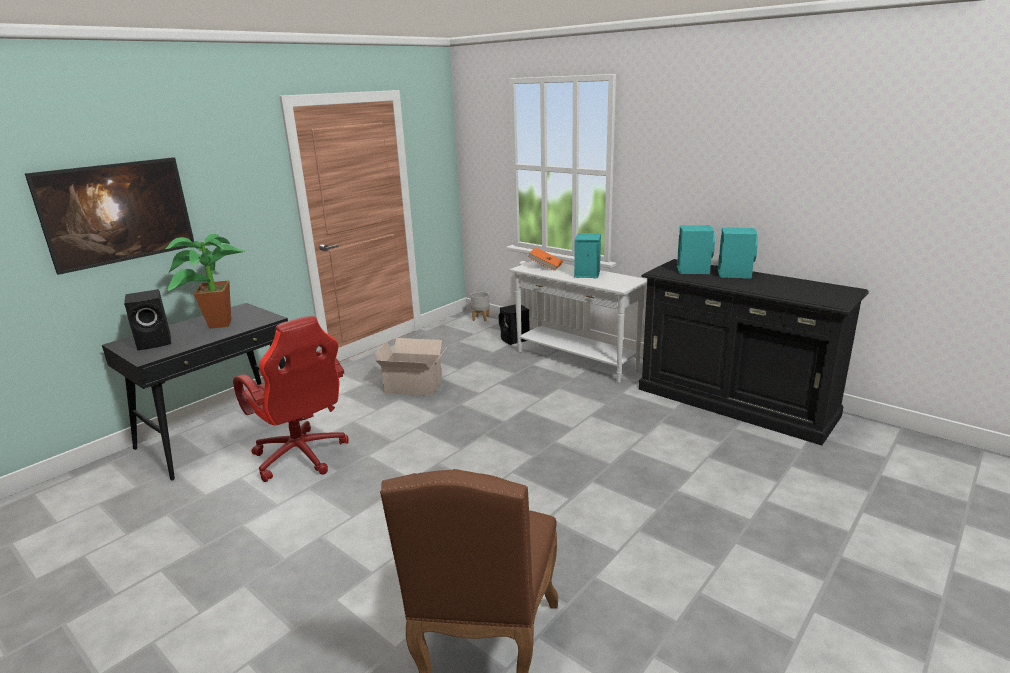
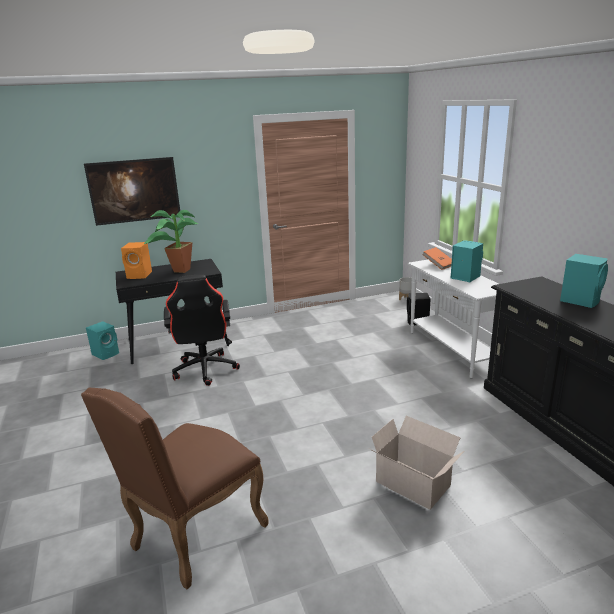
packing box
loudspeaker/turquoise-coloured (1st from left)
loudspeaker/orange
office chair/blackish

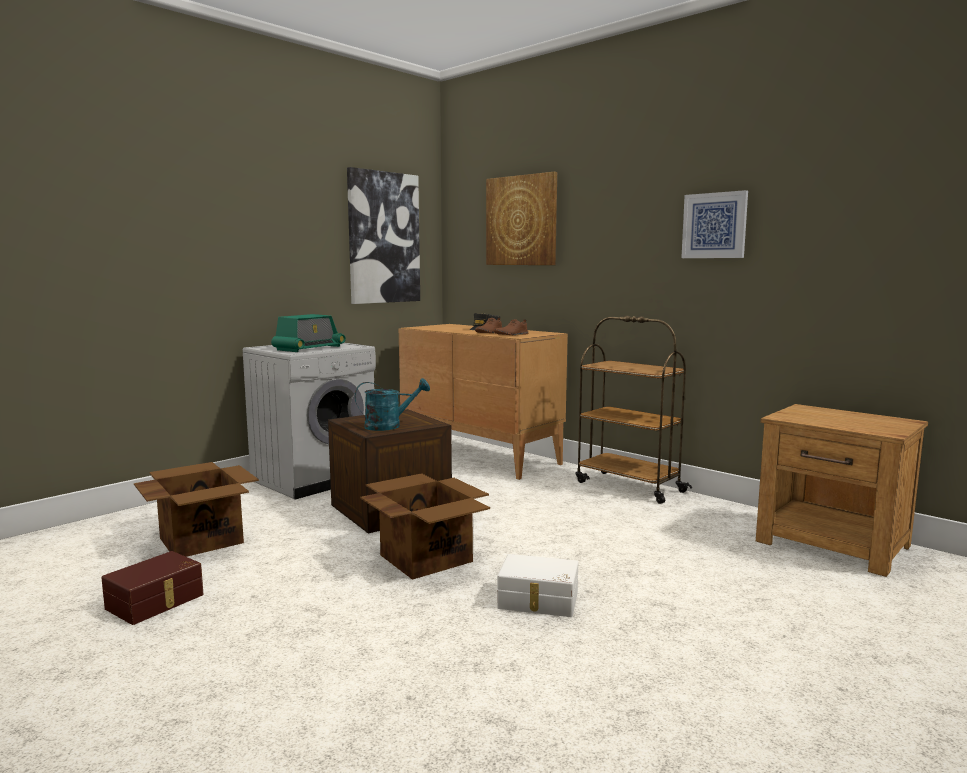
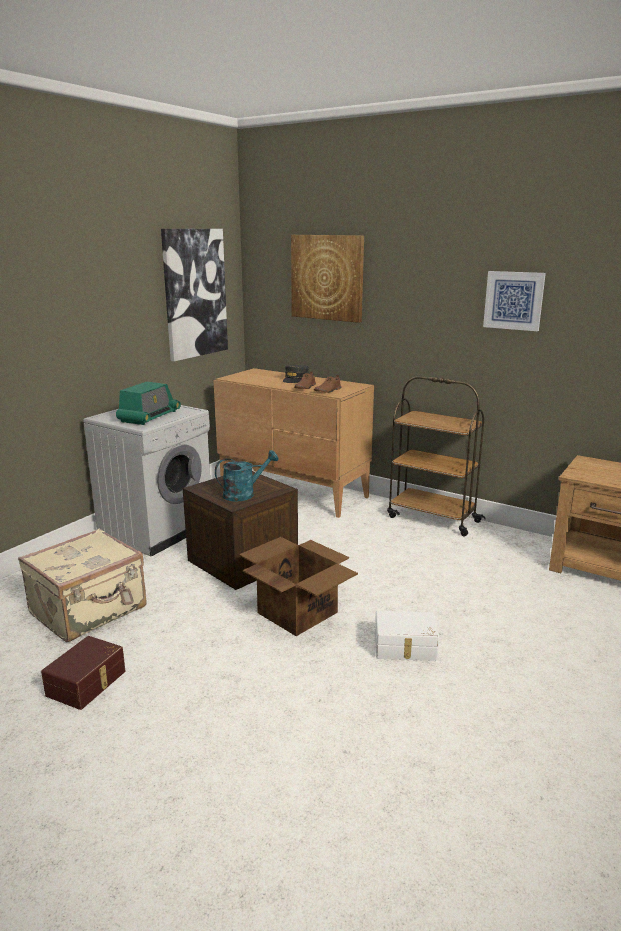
suitcase/beige-coloured

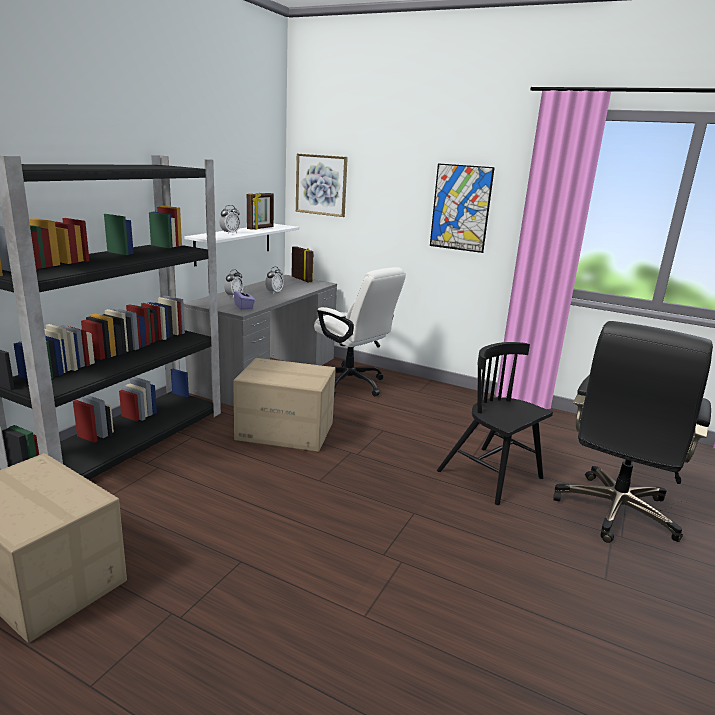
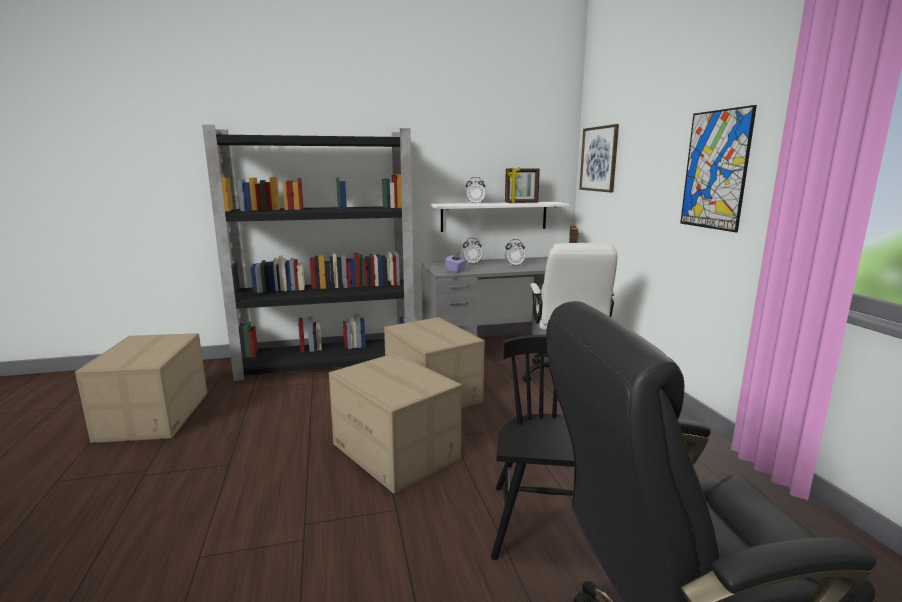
packing box (2nd from left)

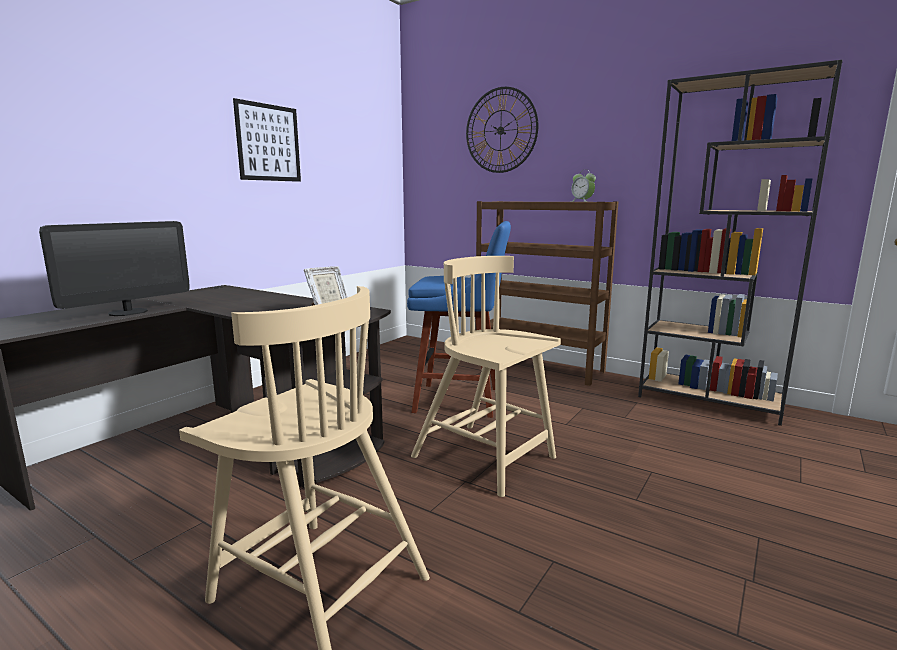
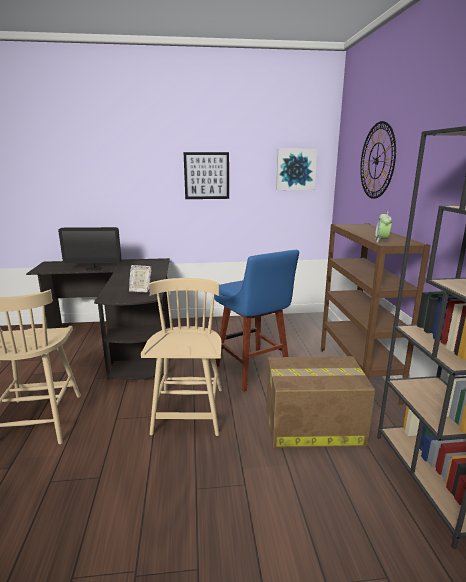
packing box
picture (2nd from left)

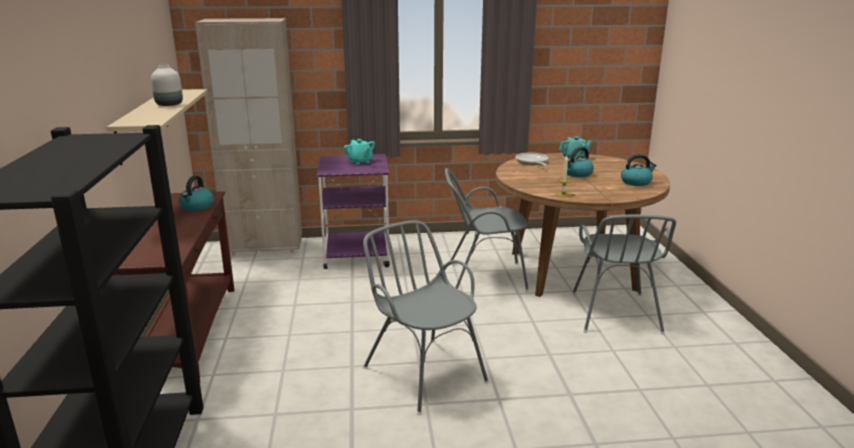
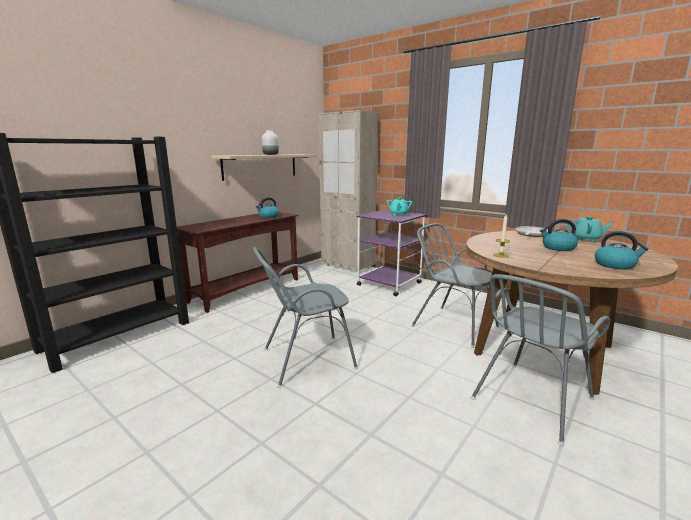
chair/grey (1st from left)

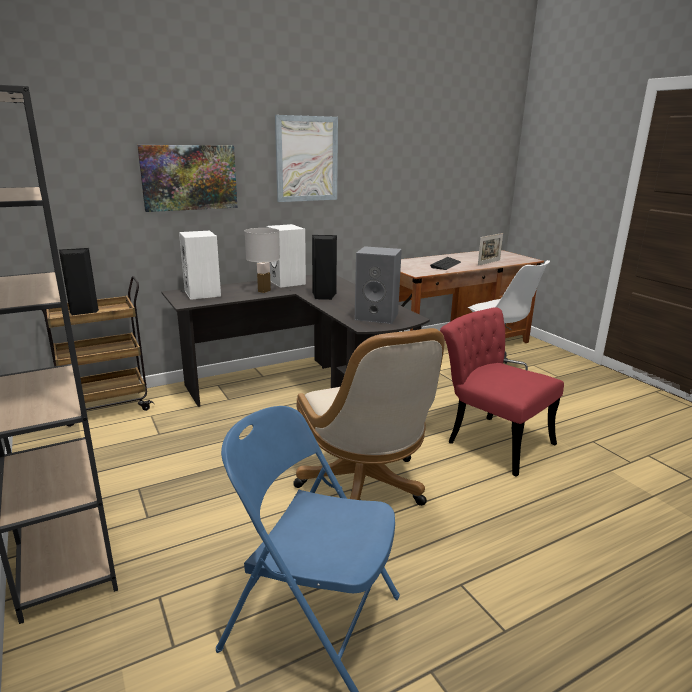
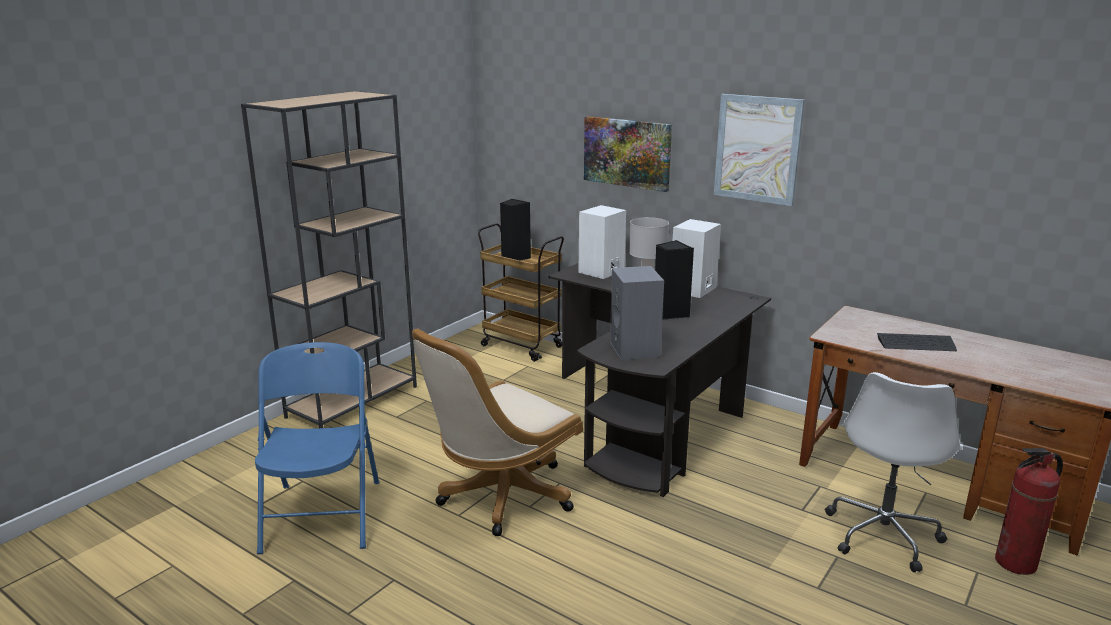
chair/red
photo frame
fire extinguisher

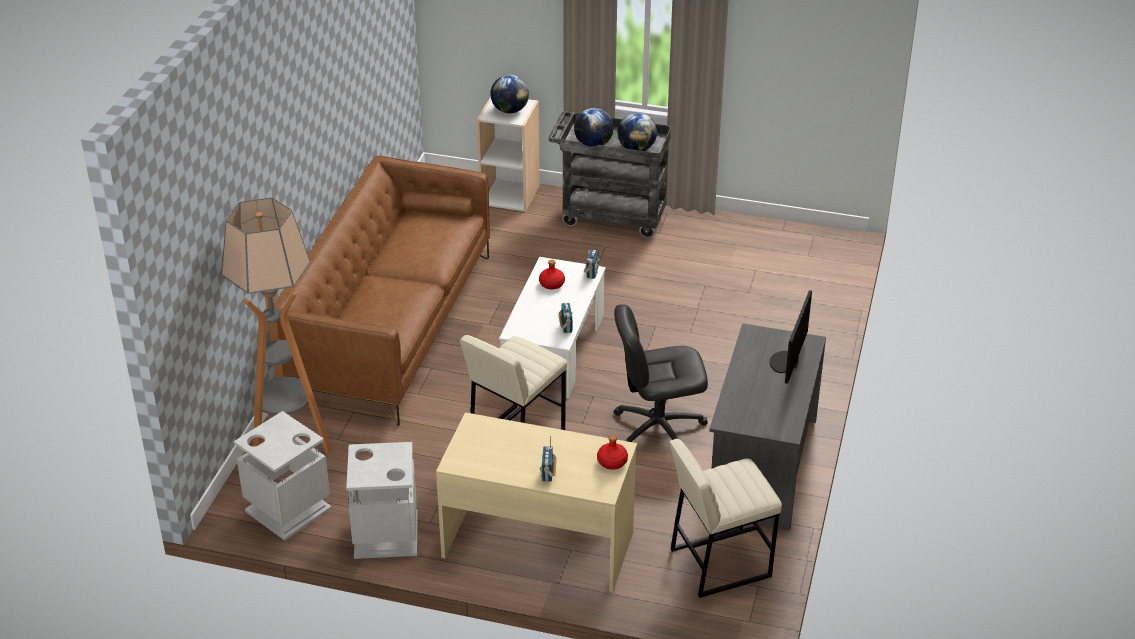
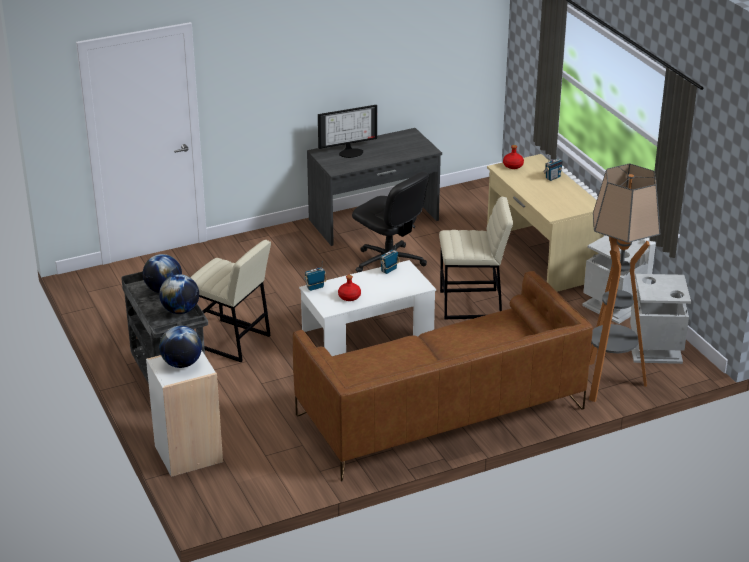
chair/beige-coloured (1st from left)

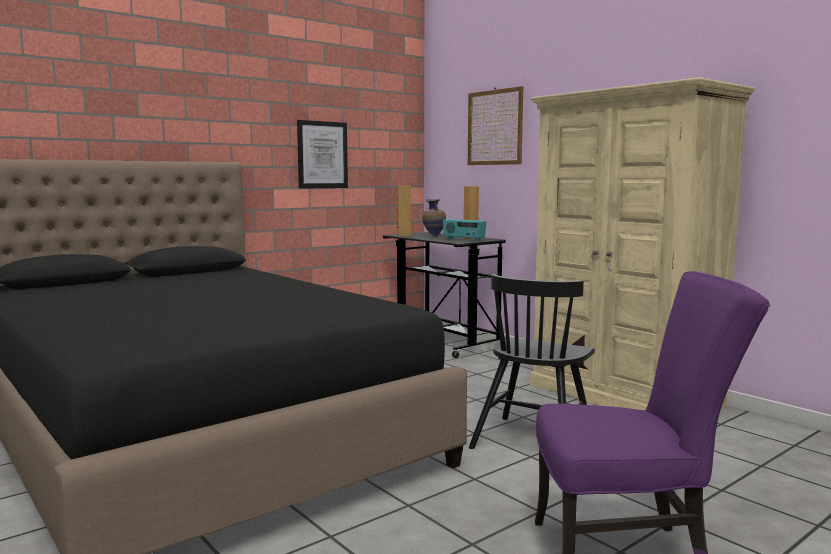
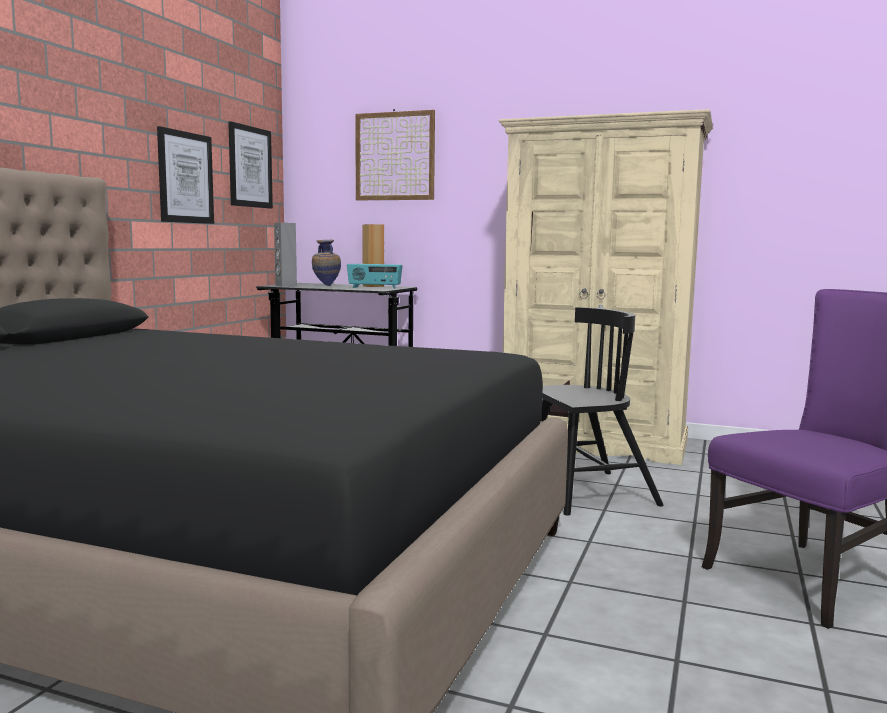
picture (2nd from left)
loudspeaker/grey
chair/blackish

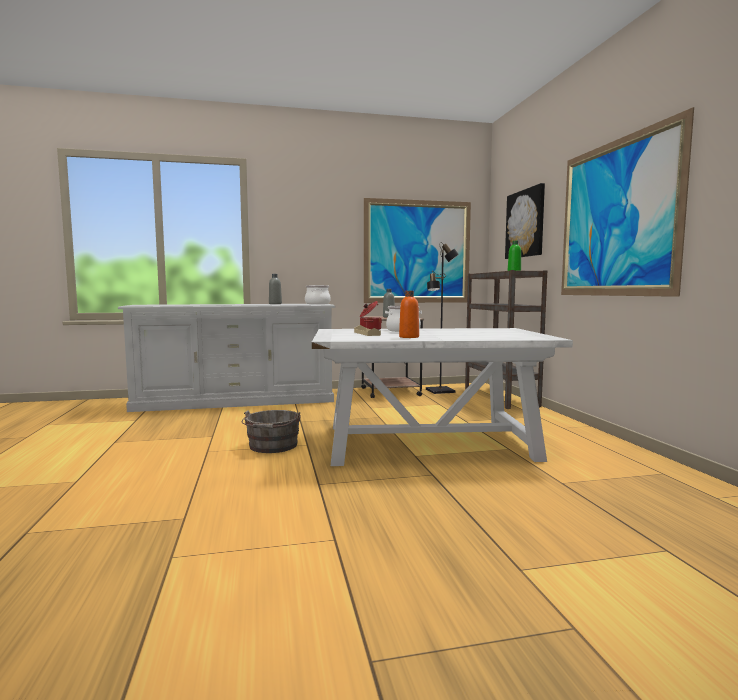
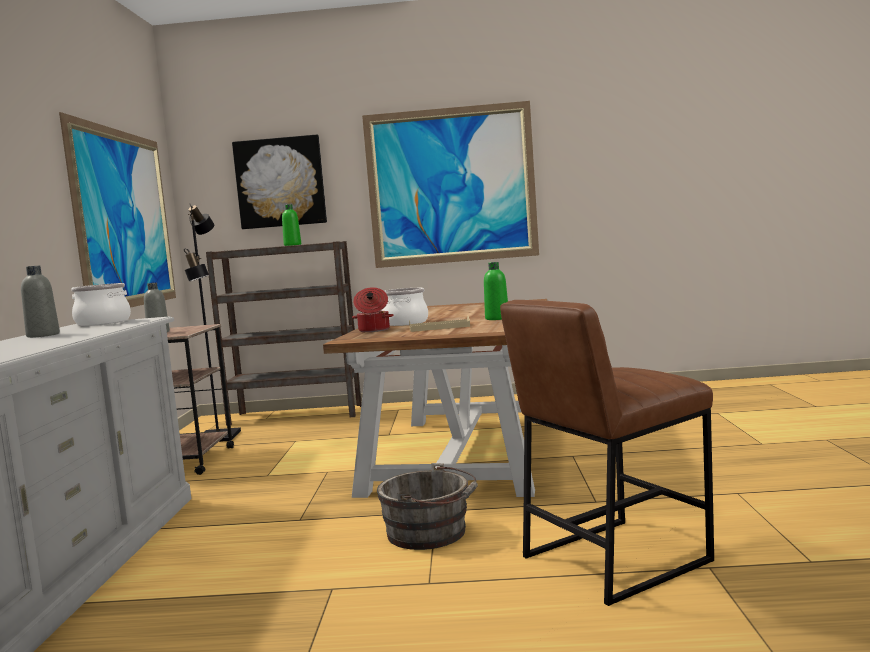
chair/brown-coloured
kitchen table/brown-coloured
drink bottle/green (2nd from left)

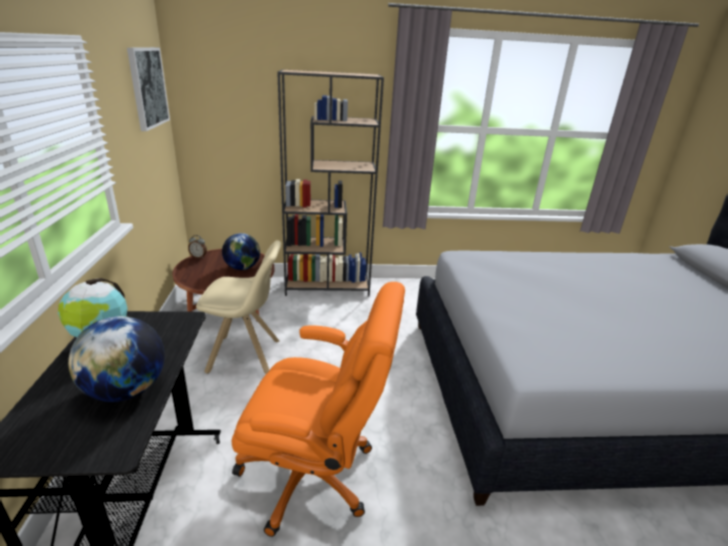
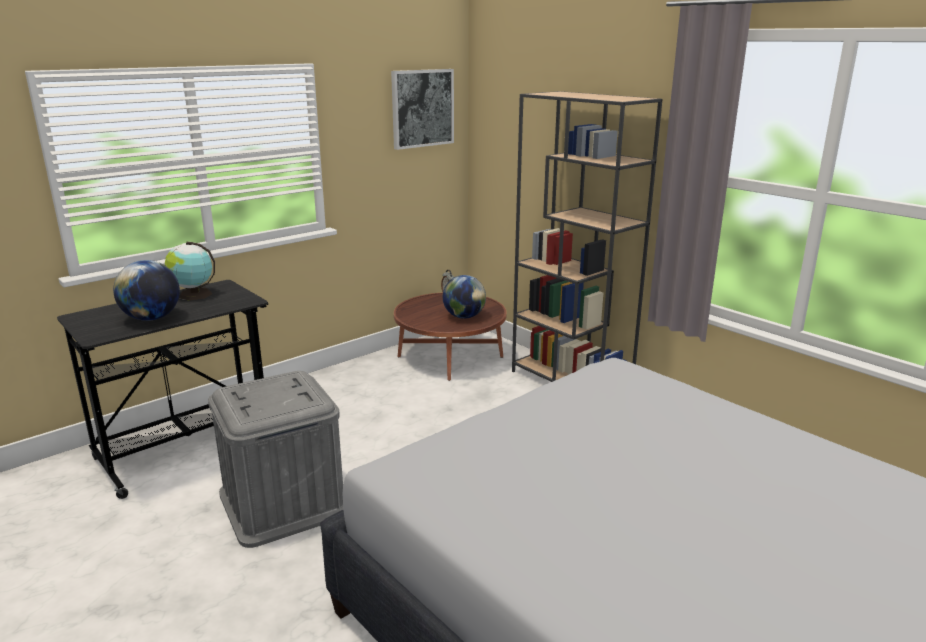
chair/beige-coloured
storage bin/grey

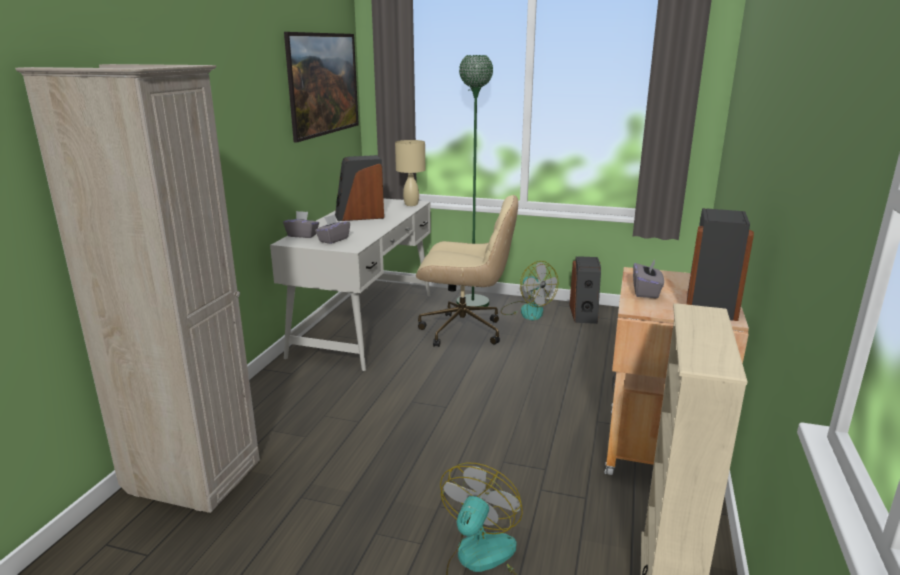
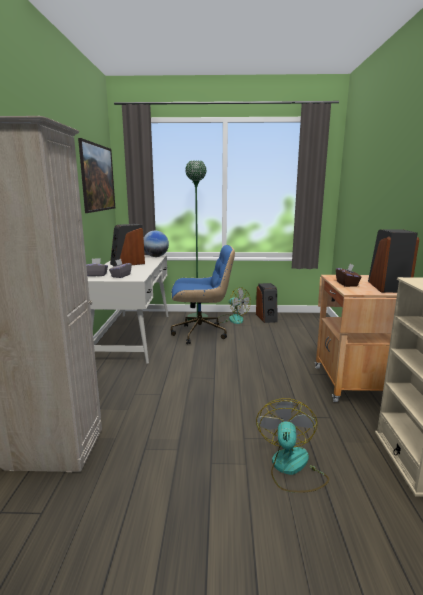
desk globe
office chair/bluish
tissue box/brown-coloured

